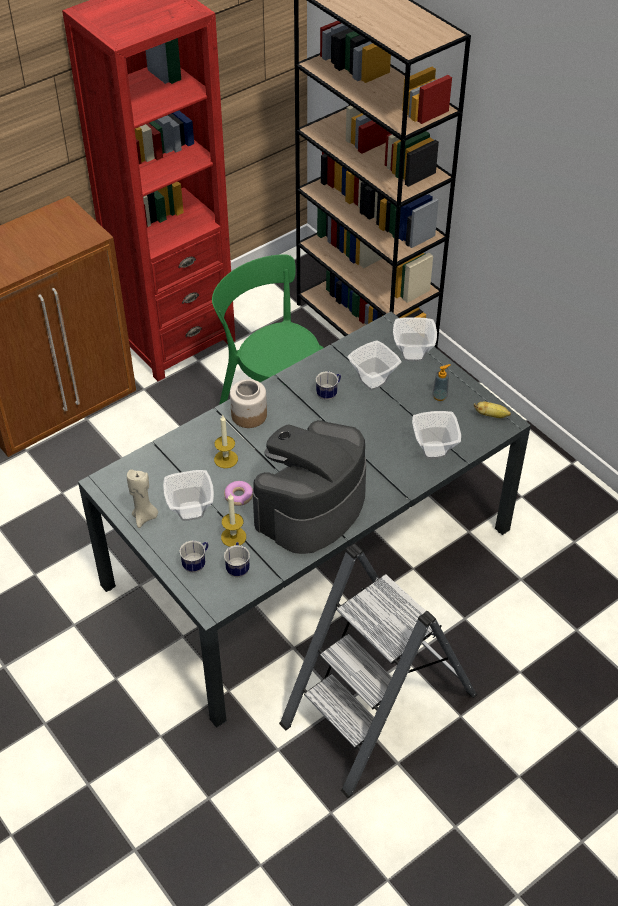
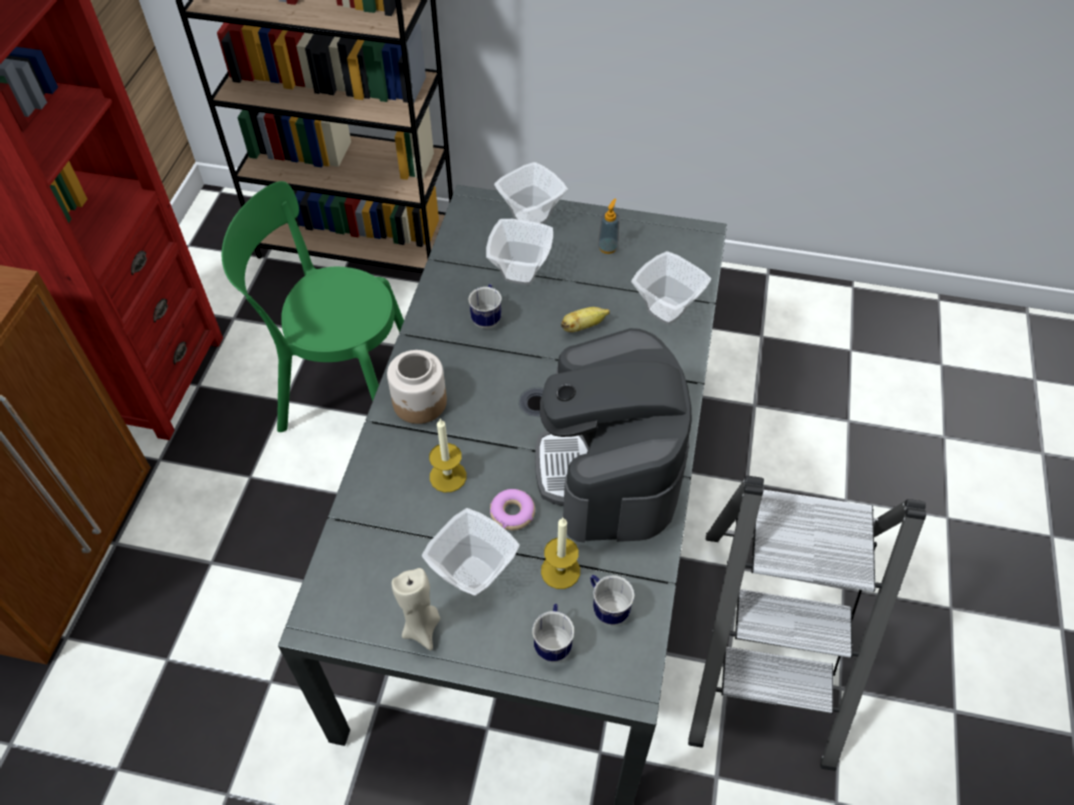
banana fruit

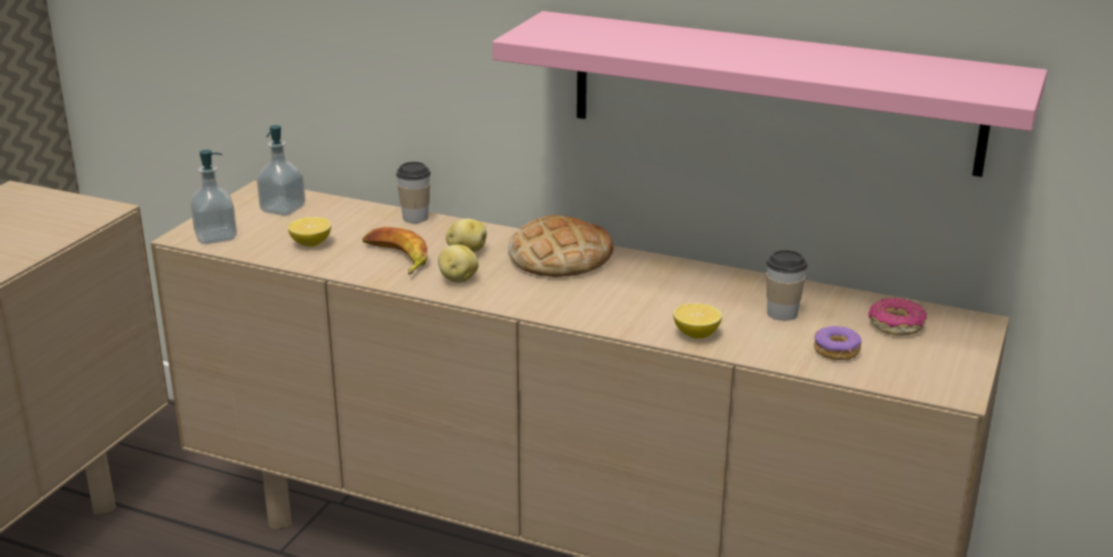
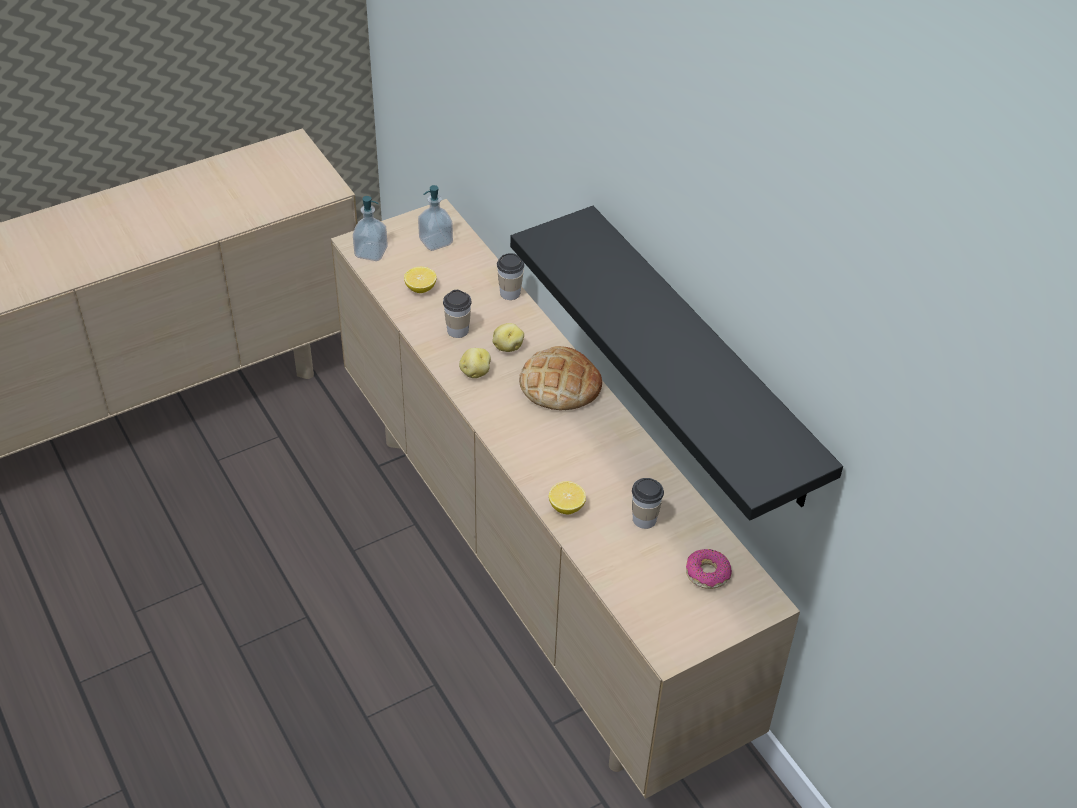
donut (1st from left in the first image)
drinking cup (1st from left)
wall shelf/blackish

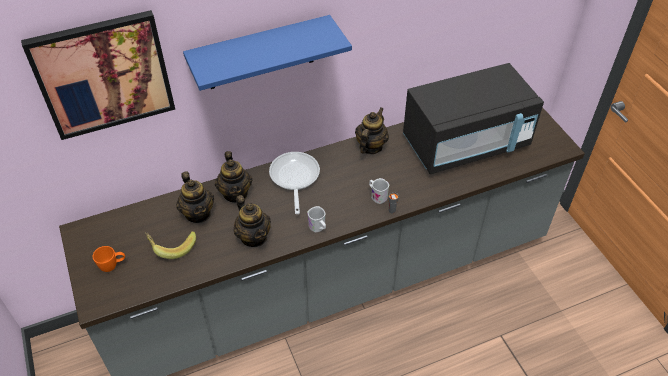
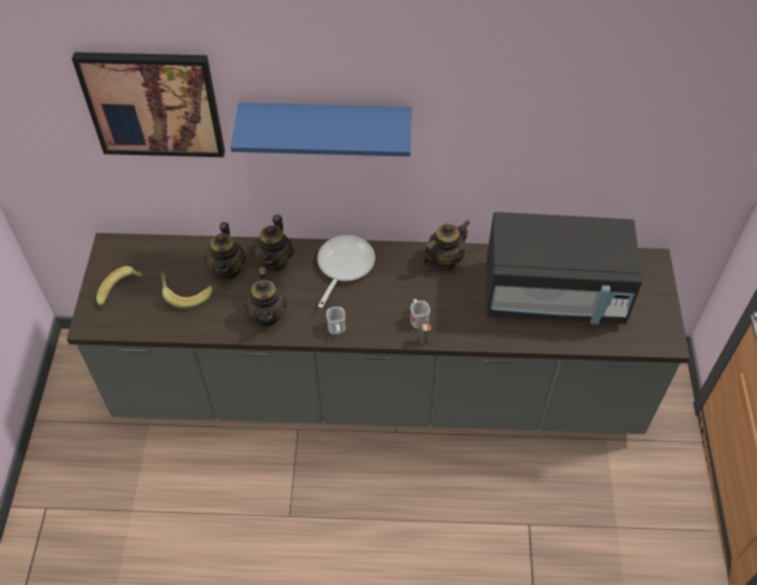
banana fruit (1st from left)

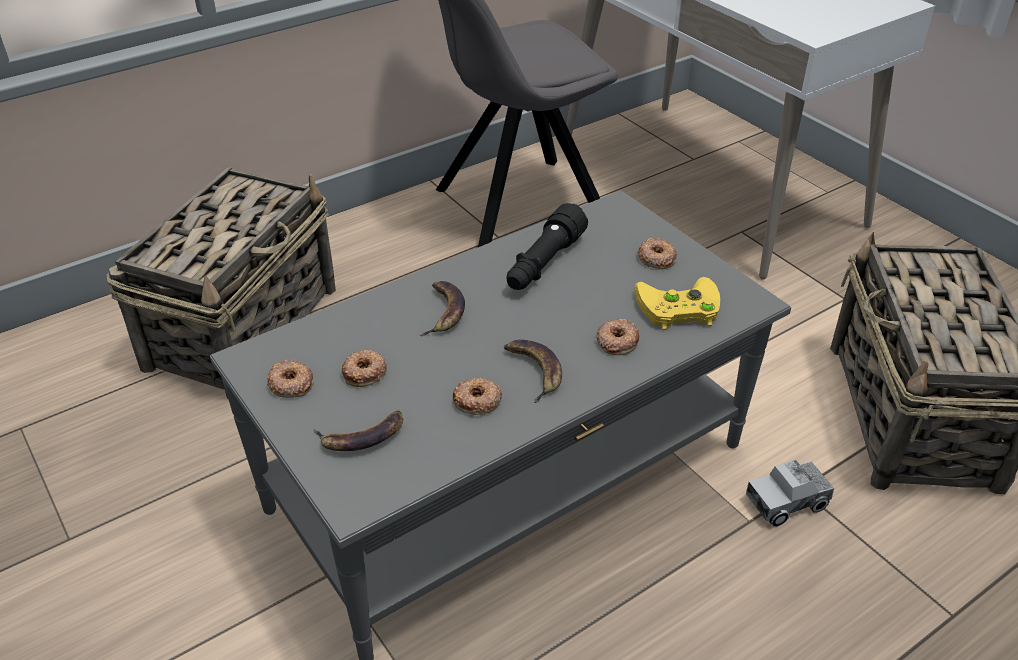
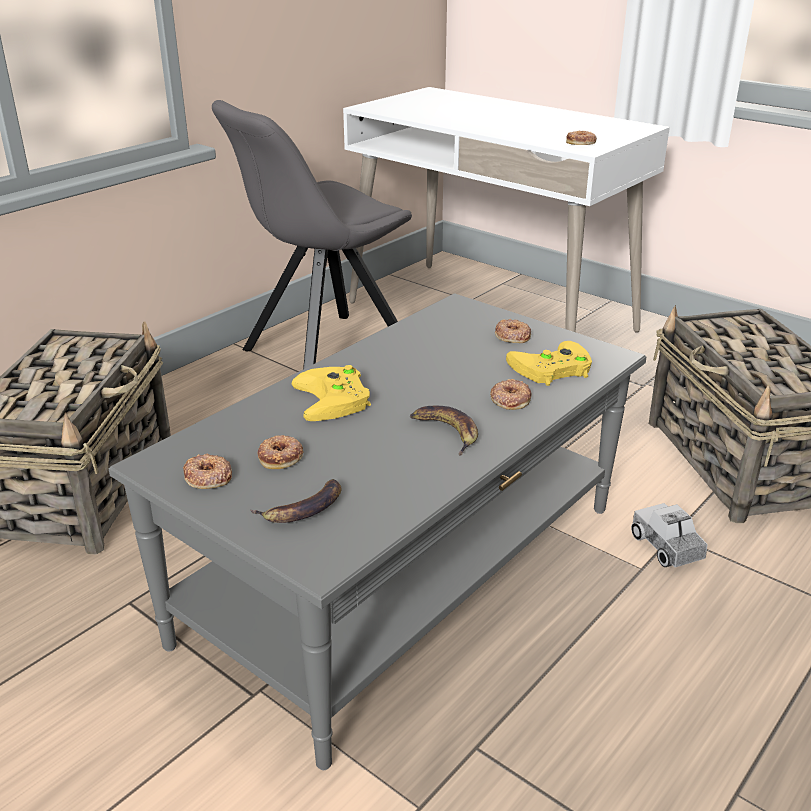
torch/blackish
donut (5th from left)
joypad/yellowish (1st from left)
model truck

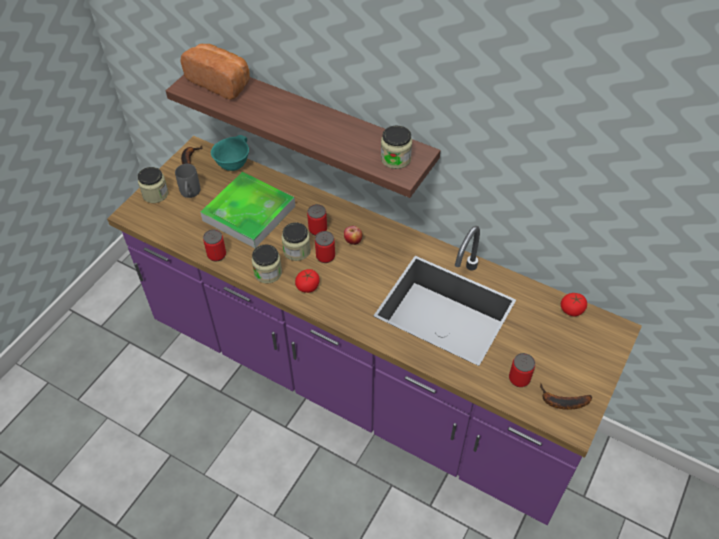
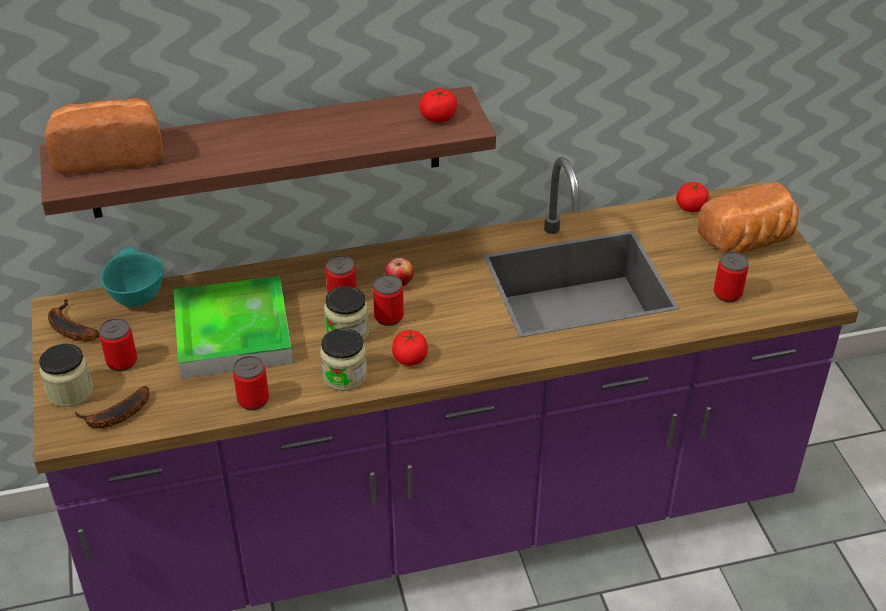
baked bread (2nd from left)
banana fruit (2nd from left)
can (1st from left)
whole tomato (2nd from left)

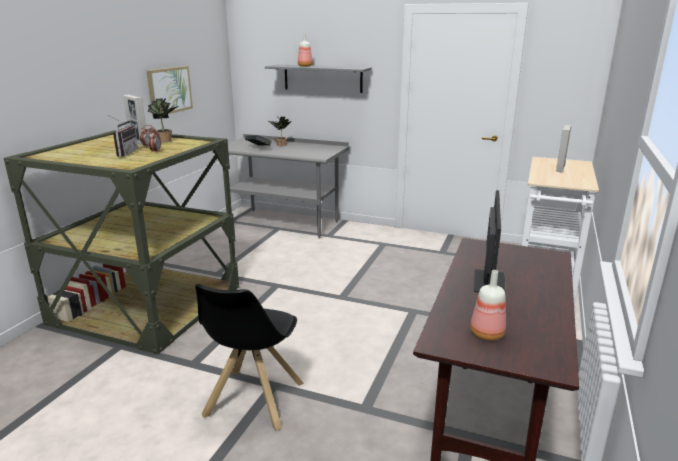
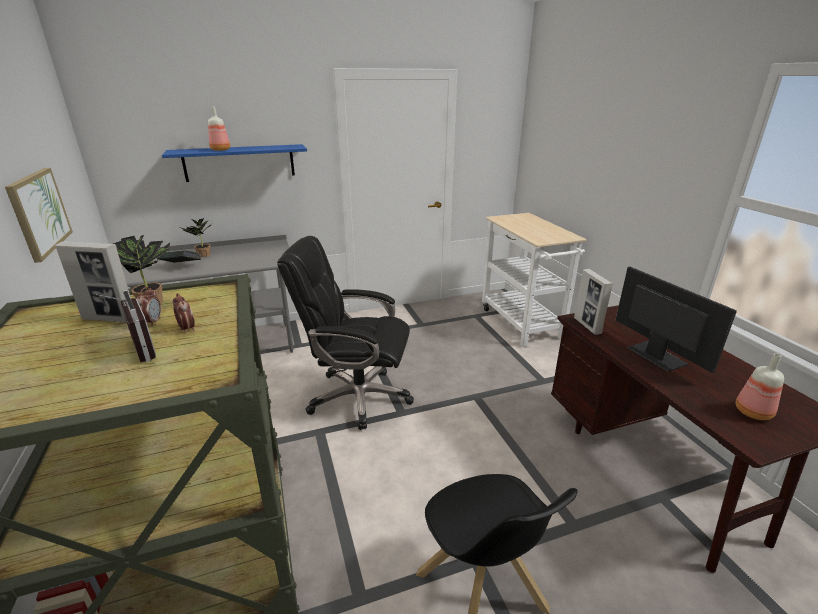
office chair/blackish
photo frame (2nd from left)
wall shelf/bluish

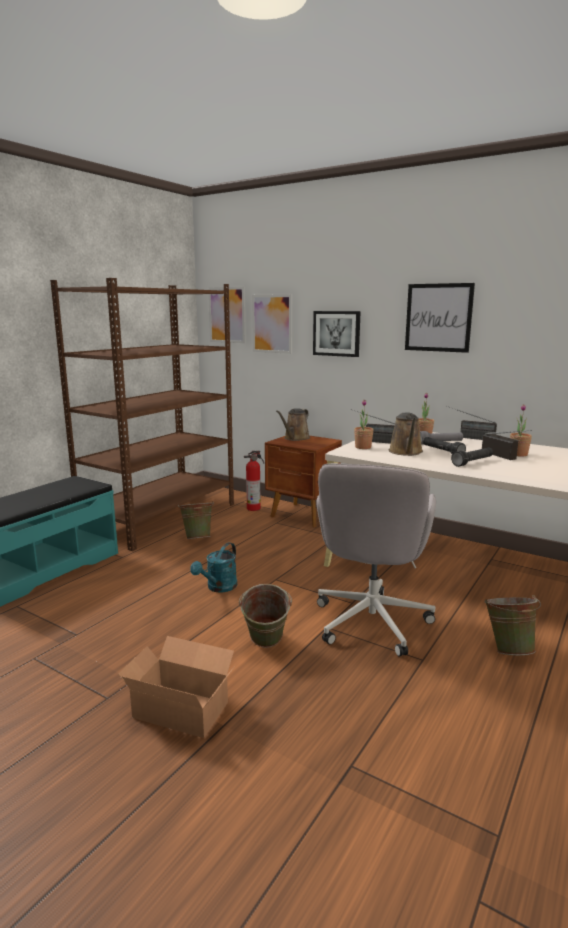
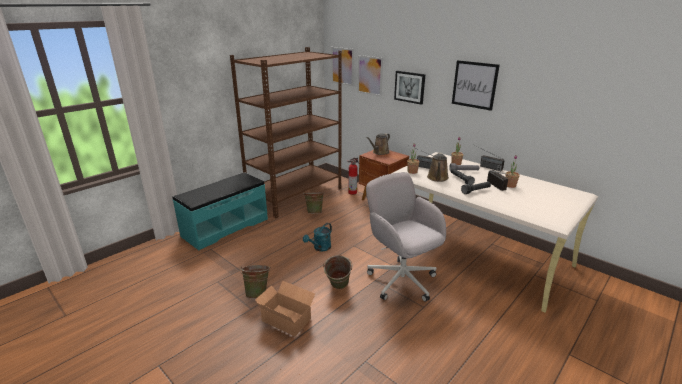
water bucket/green (1st from left)
office chair/grey

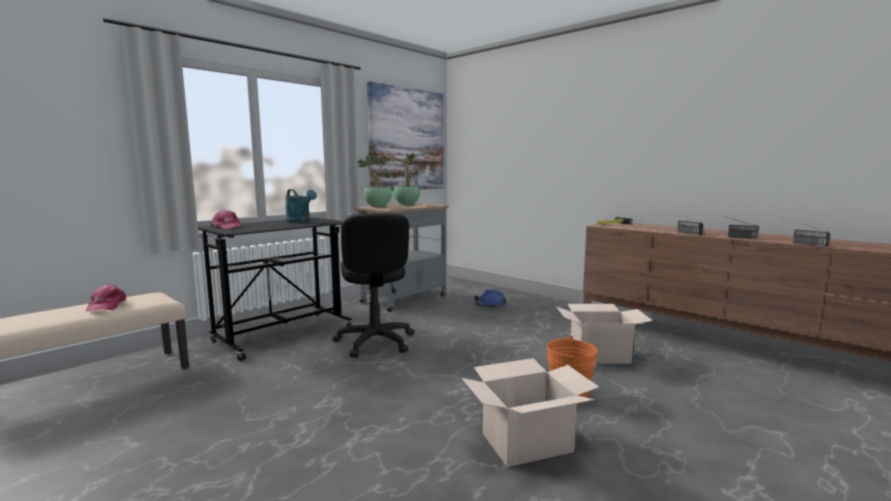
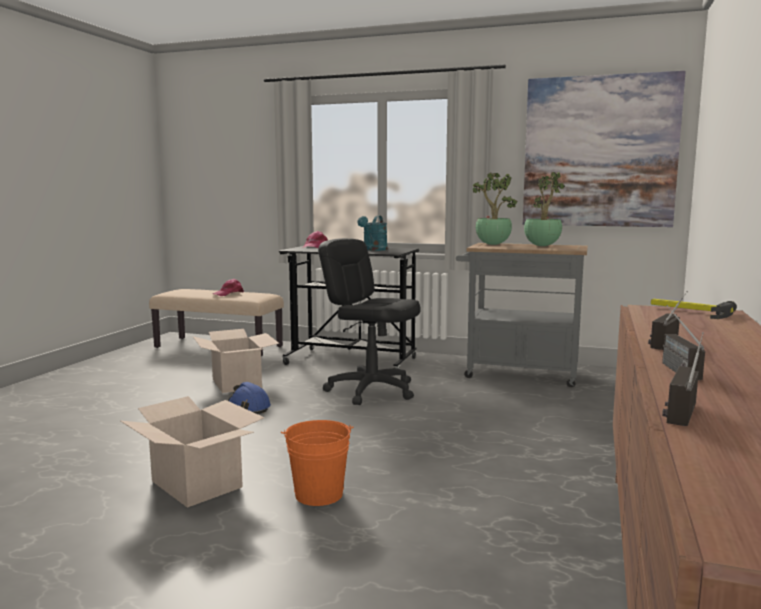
safety helmet/bluish
packing box (2nd from left)
office chair/blackish

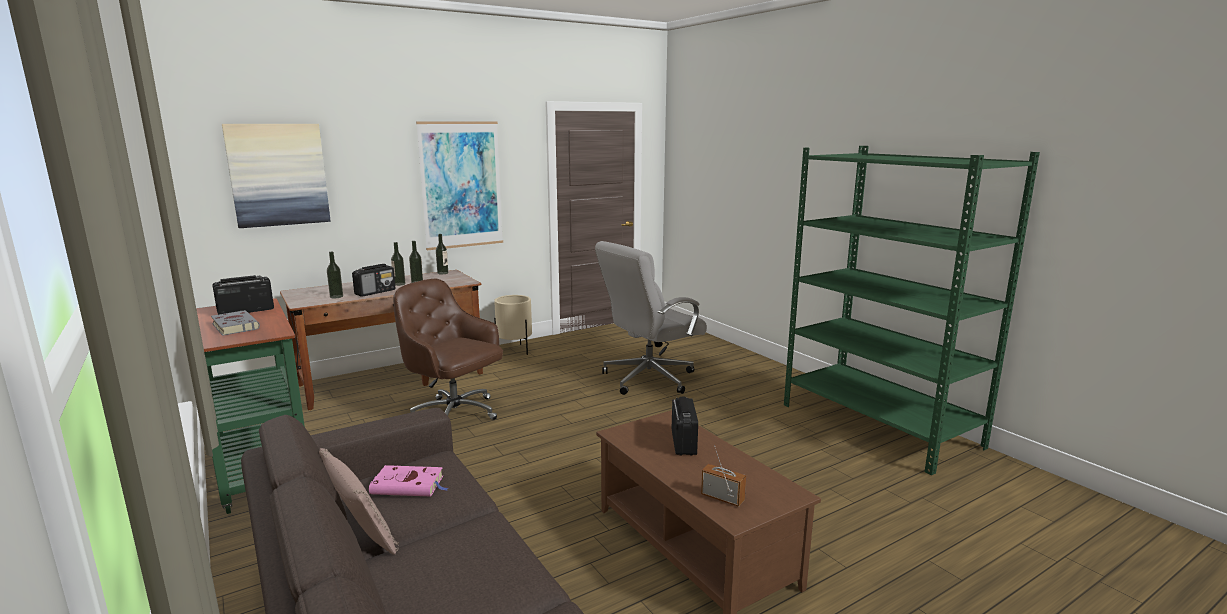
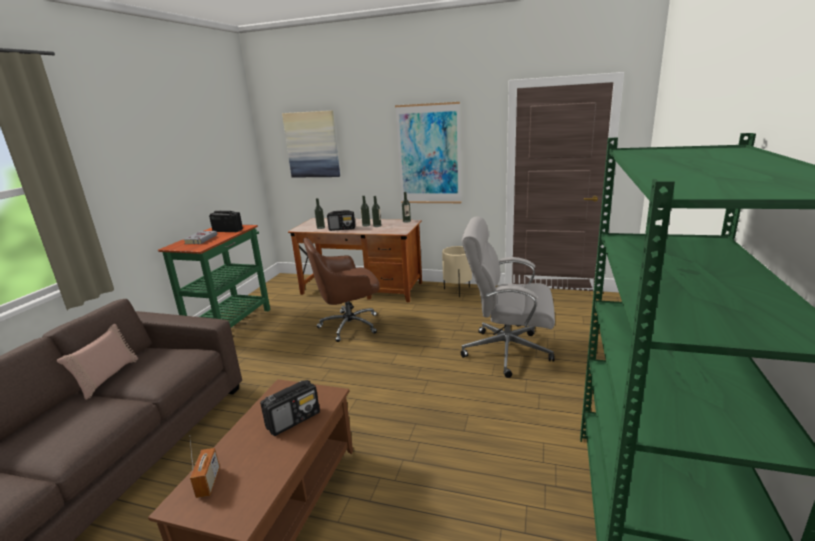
book/pink
office chair/brown-coloured

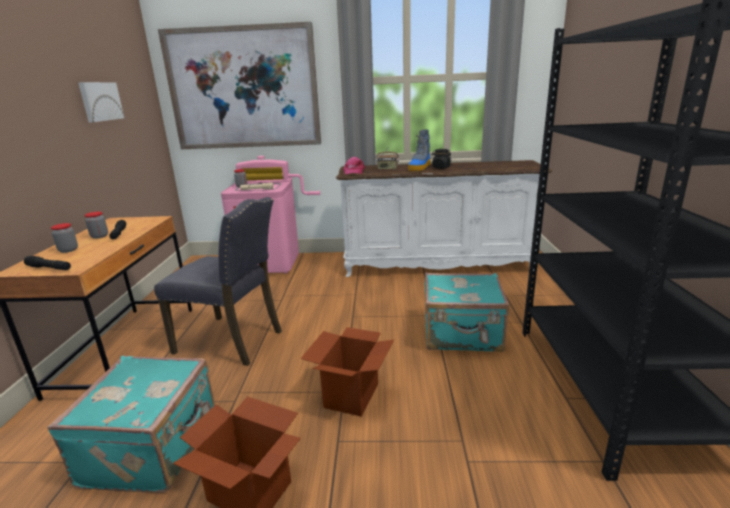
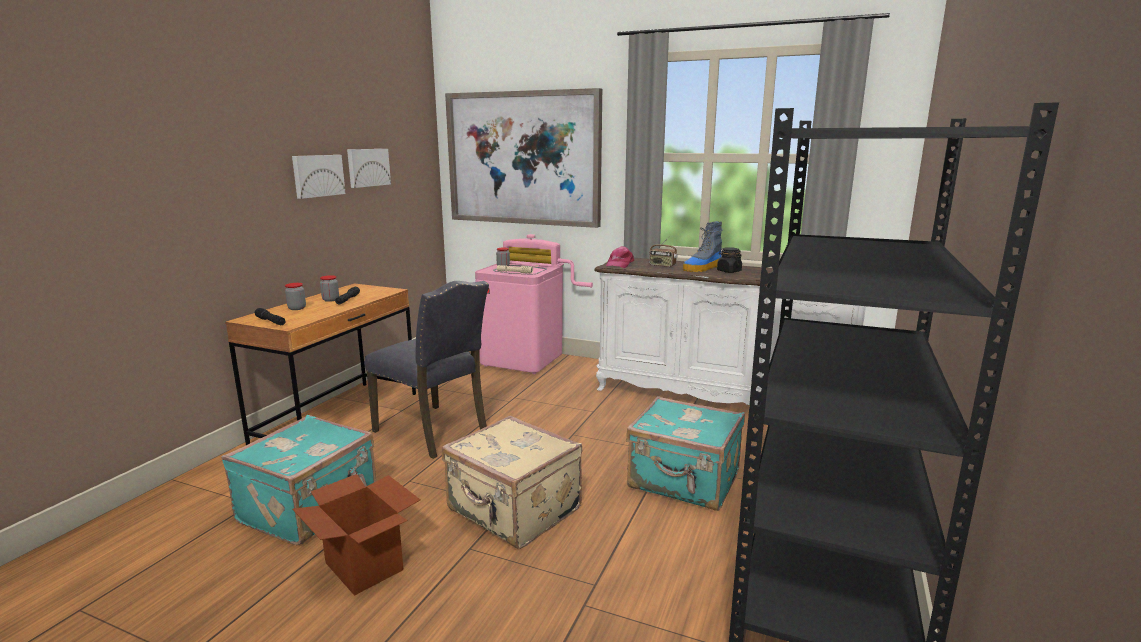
picture (1st from left)
suitcase/beige-coloured

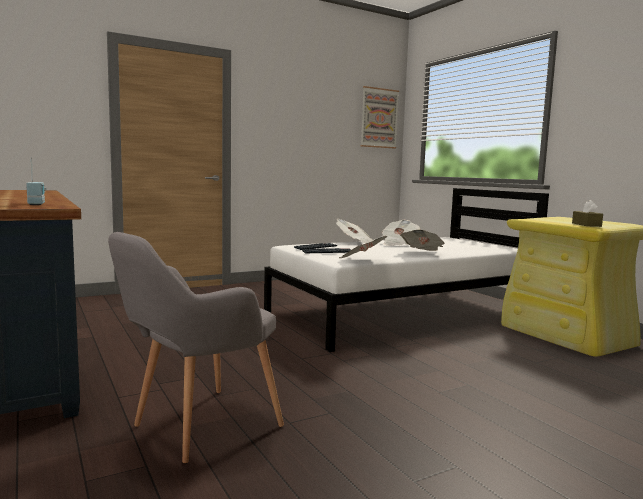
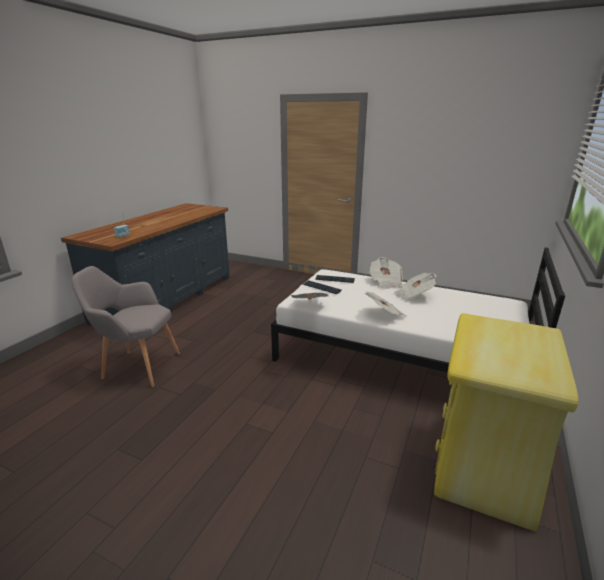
picture
tissue box/brown-coloured

